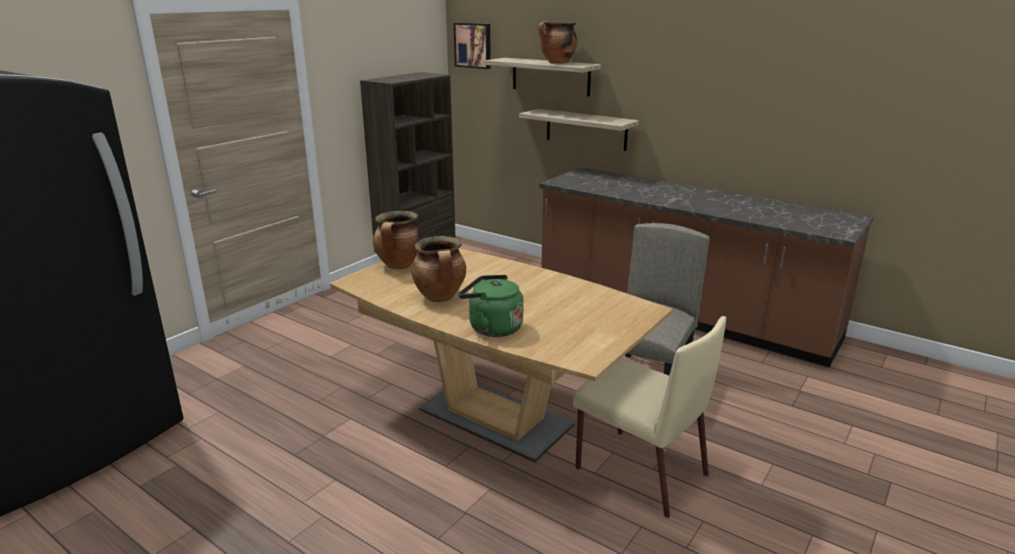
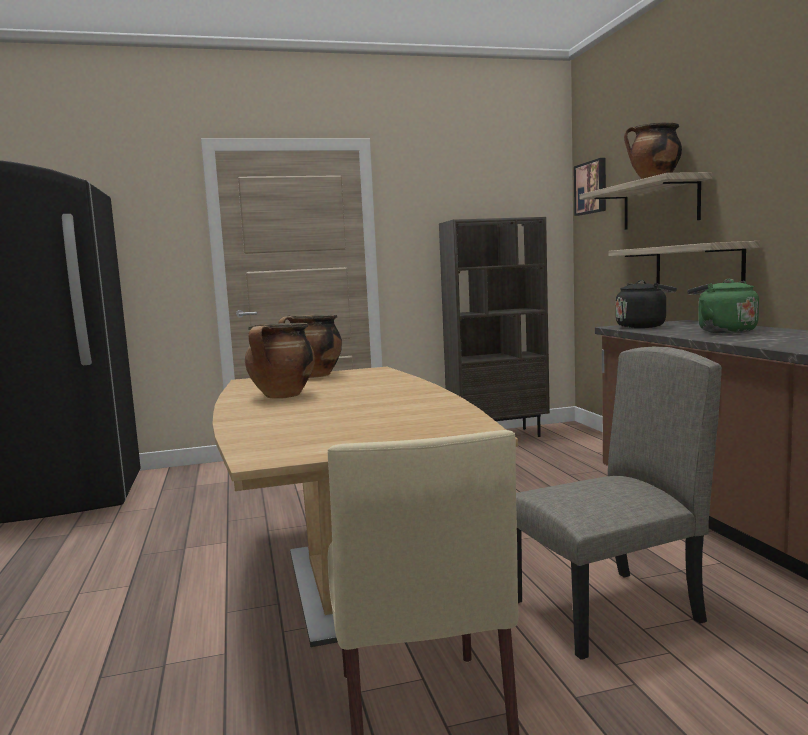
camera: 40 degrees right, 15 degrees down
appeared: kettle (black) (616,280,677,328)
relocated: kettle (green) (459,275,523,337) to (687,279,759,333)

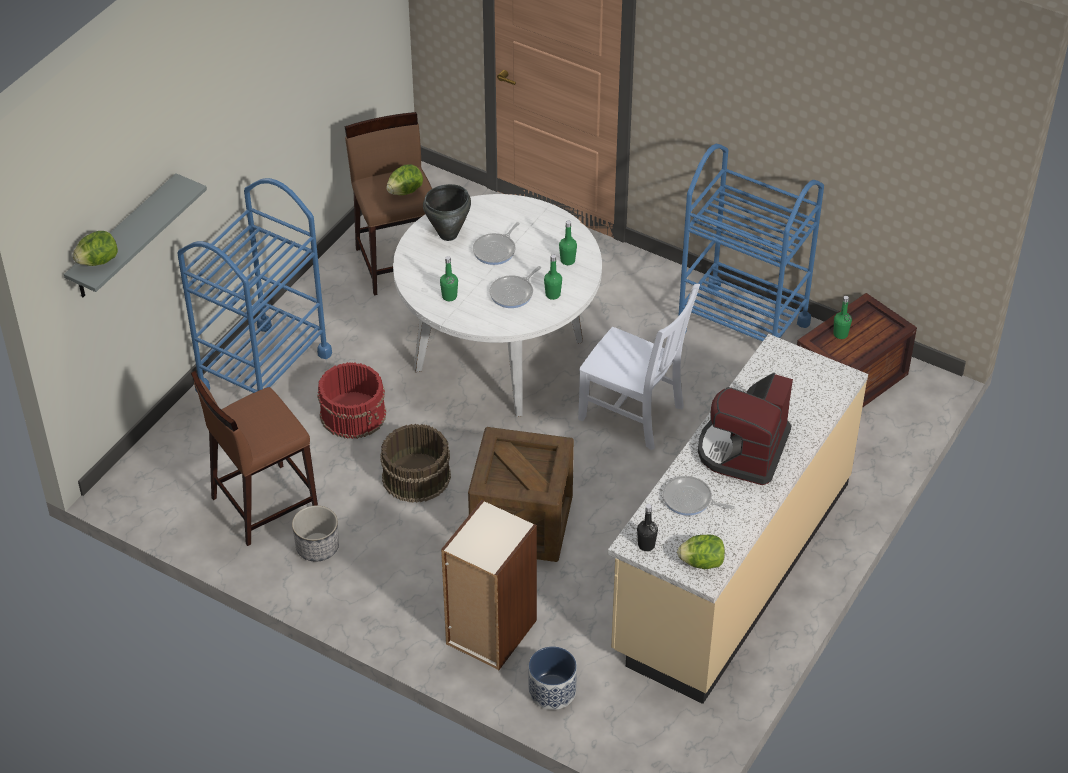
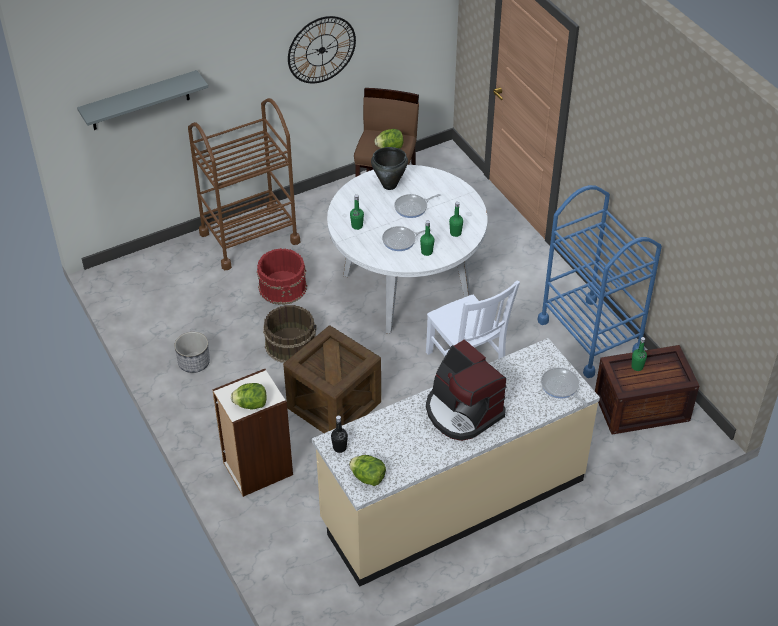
camera: 30 degrees right, 0 degrees up
missing: stool (brown) (191,370,318,546); planter (529,646,577,710)
appeared: wall clock (288,16,356,83)
relocated: lettuce (73,231,118,266) to (231,383,267,410); frying pan (663,476,735,516) to (541,368,588,405)
colour: cart (blue) (177,178,332,393) to cart (brown) (188,98,301,270)
spun: coffee machine (698,373,793,485) = (426,339,507,441) 90 degrees counterclockwise

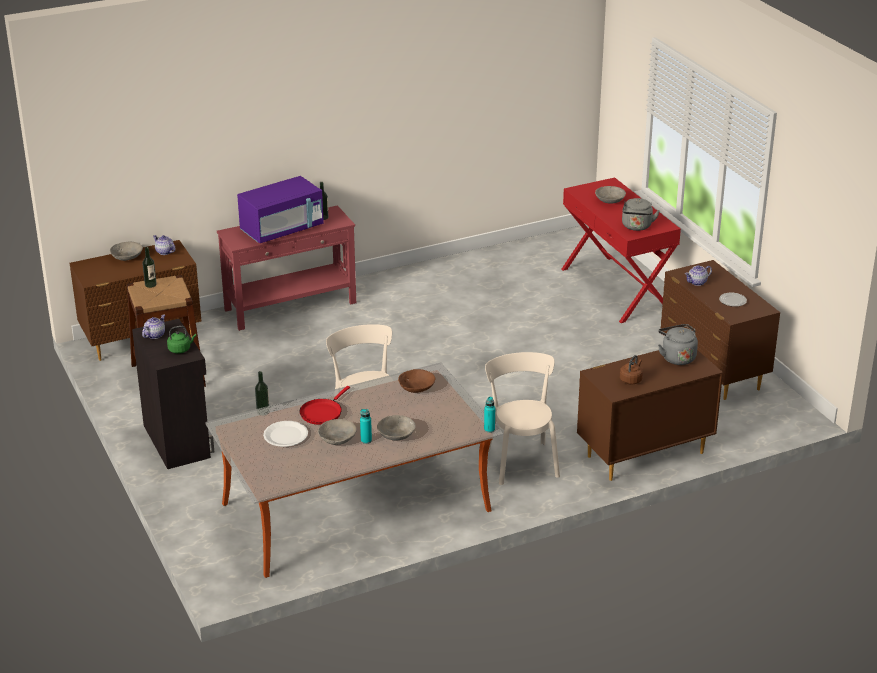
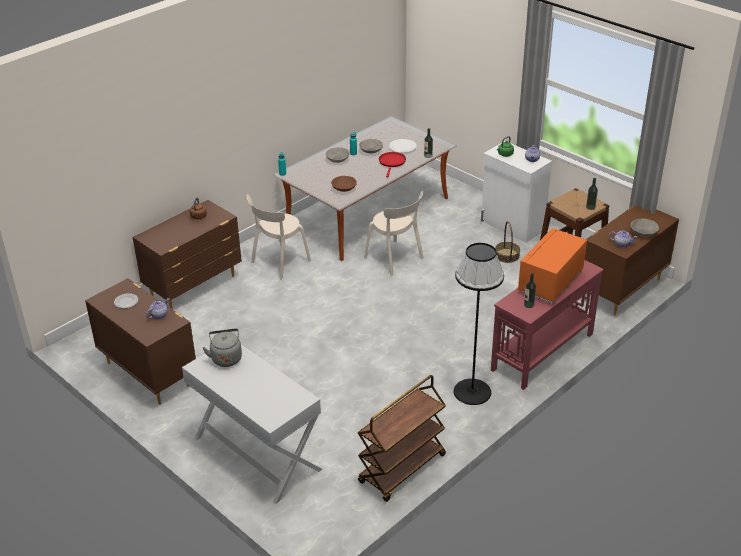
camera: 160 degrees right, 5 degrees up
missing: bowl (grey) (595,186,626,204); kettle (grey) (658,324,698,365)
appeared: cart (brown) (358,375,446,502); floor lamp (black) (453,243,504,405); basket (495,221,520,263)
colour: cabinet (black) (132,319,214,469) to cabinet (white) (481,141,552,243); microwave (purple) (237,176,324,243) to microwave (orange) (518,228,587,304); console table (red) (562,177,681,323) to console table (white) (182,345,323,504)
spun: chair (beige) (485,352,560,485) = (247,194,311,279) 75 degrees clockwise

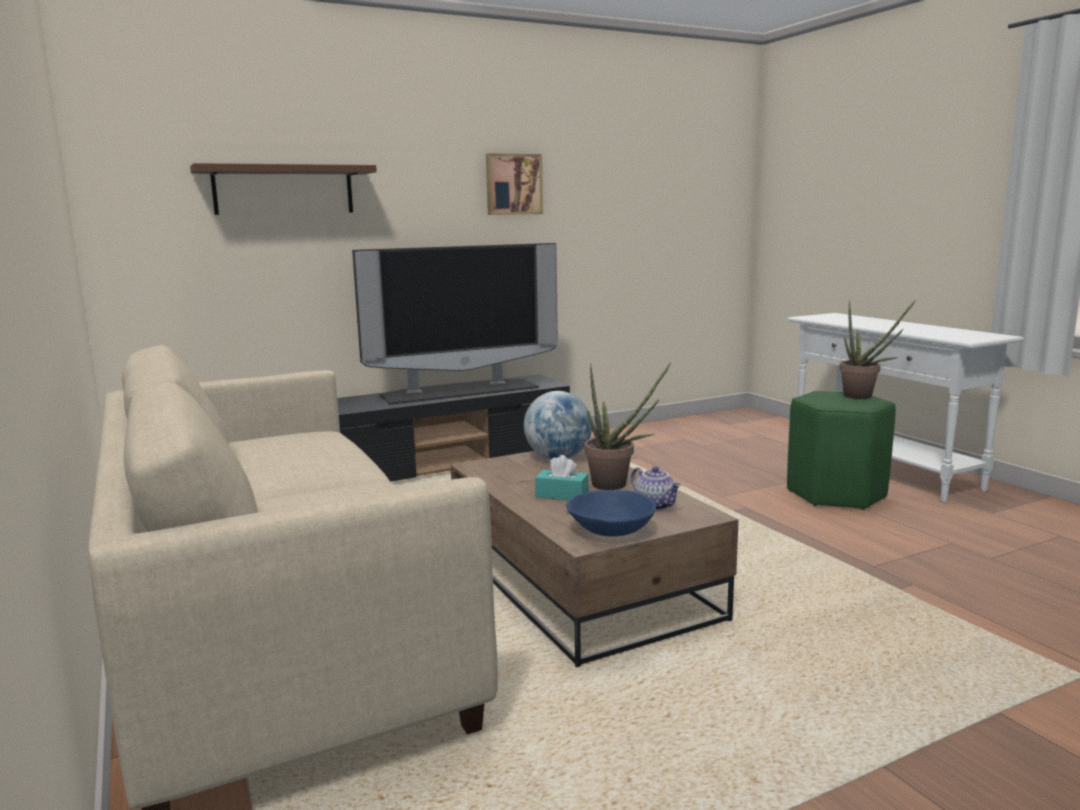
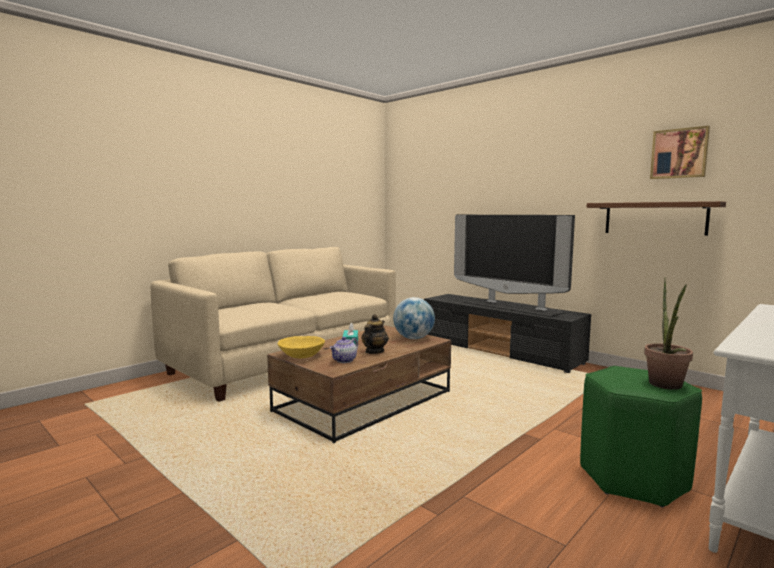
camera: 70 degrees right, 5 degrees down
relocated: shelf (brown) (190,163,377,215) to (586,201,726,236); picture (486,153,543,215) to (650,126,710,179)
exchanged: potted plant (584,362,671,490) to teapot (361,314,389,354)
colour: bowl (blue) (566,490,656,537) to bowl (yellow) (278,336,325,358)

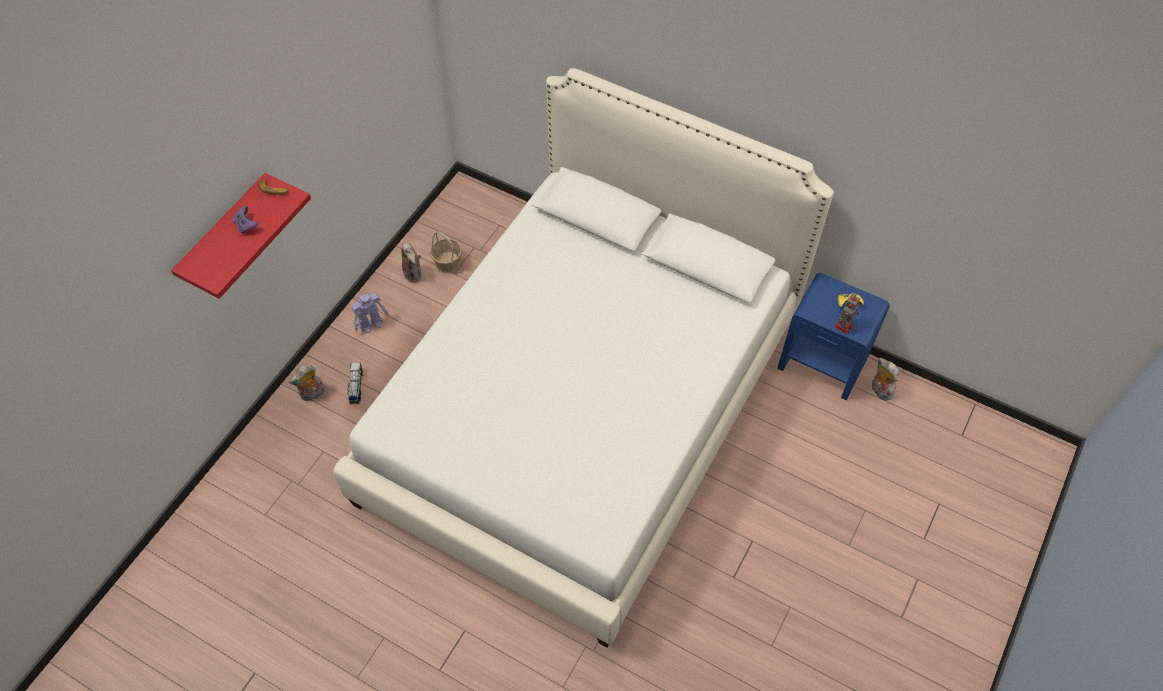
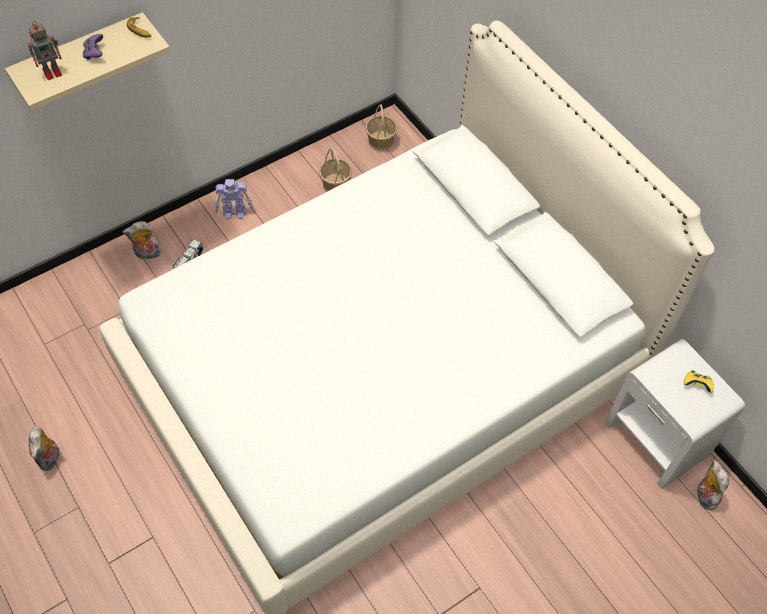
camera: 25 degrees right, 0 degrees up
appeared: basket (365,104,397,151)
relocated: plush toy (401,242,421,283) to (29,426,59,471); toy robot (835,294,860,334) to (27,21,62,80)
colour: shelf (red) (171,173,311,299) to shelf (beige) (5,12,171,111); nightstand (blue) (777,273,890,401) to nightstand (white) (605,339,745,489)

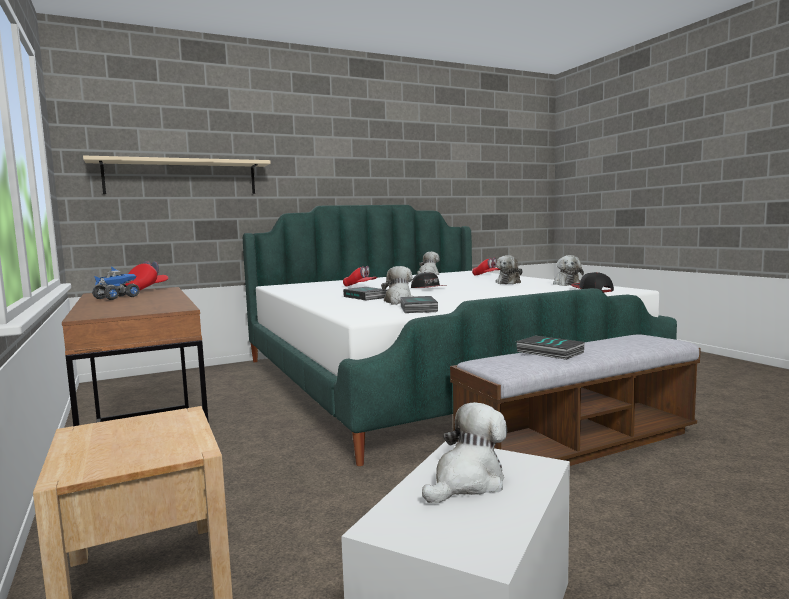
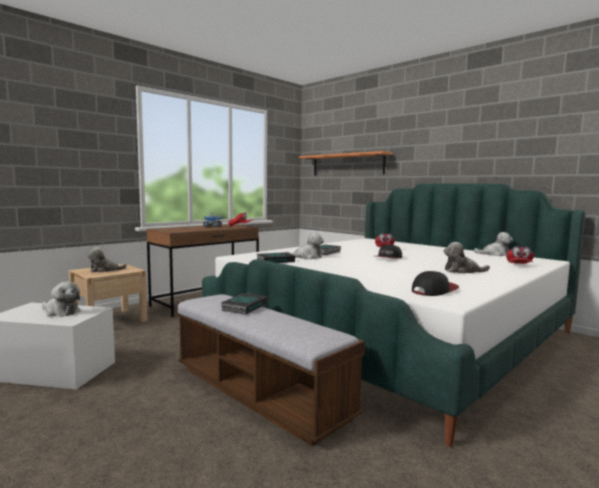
camera: 70 degrees right, 0 degrees up
relocated: plush toy (553,255,584,286) to (87,247,127,272)
colour: shelf (beige) (83,155,271,194) to shelf (orange) (299,151,393,175)

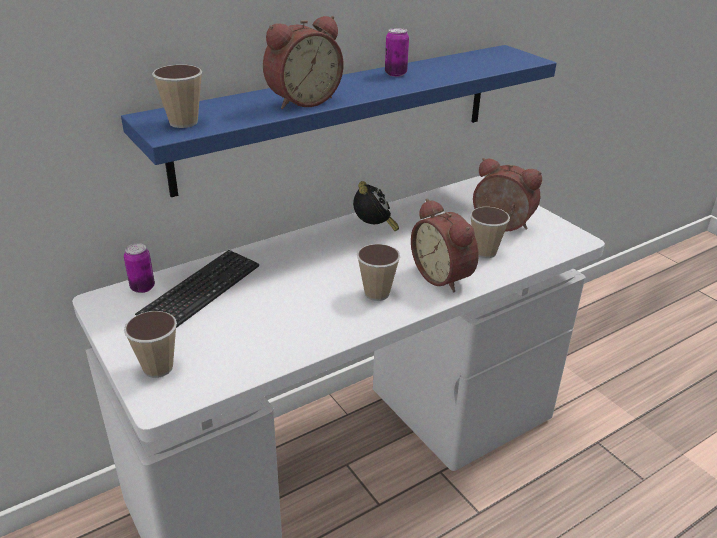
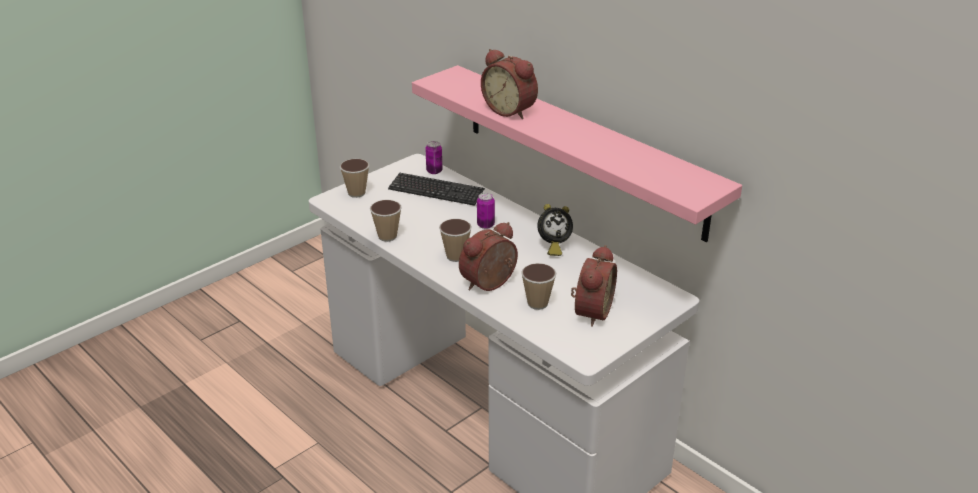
camera: 80 degrees right, 0 degrees up
relocated: cup (152,65,202,128) to (370,200,402,242); can (385,28,409,77) to (477,193,495,229)
colour: shelf (blue) (121,45,557,197) to shelf (pink) (412,65,742,242)

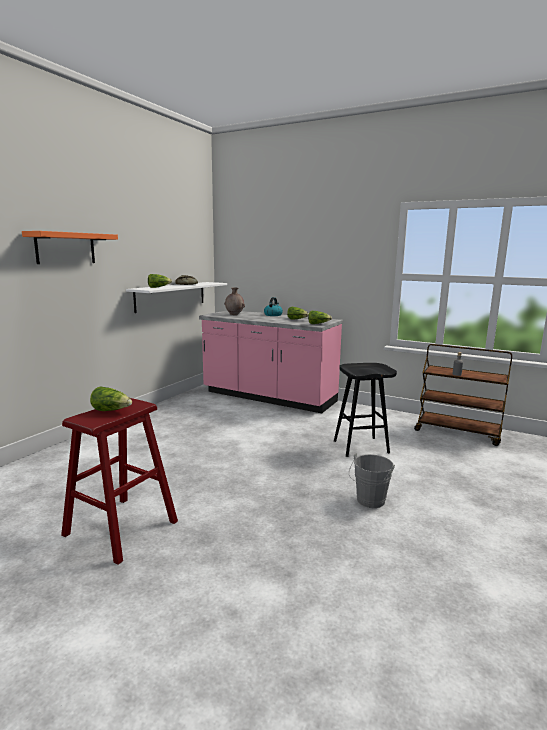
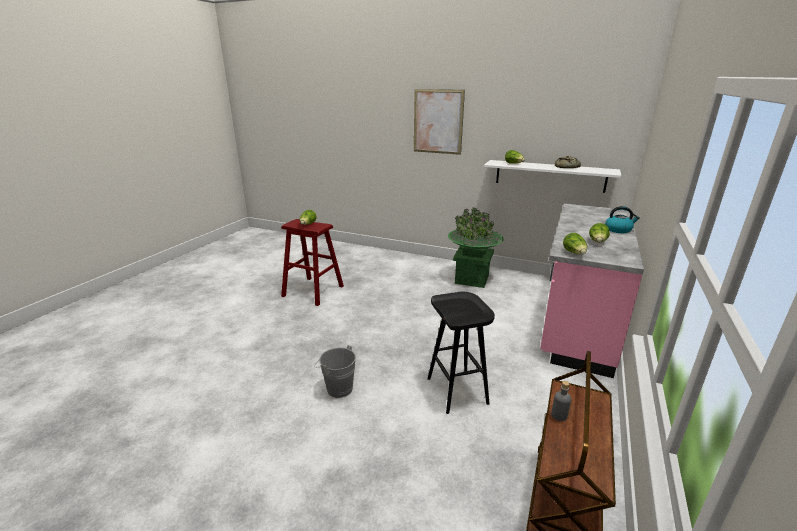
camera: 85 degrees right, 10 degrees up
missing: vase (brown) (224,288,245,315)
appeared: planter (green) (448,207,504,288)
exchanged: shelf (orange) (22,231,118,264) to picture (414,89,465,155)

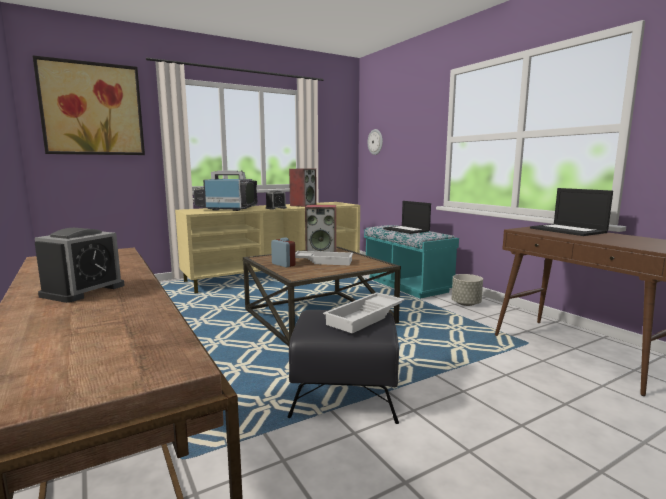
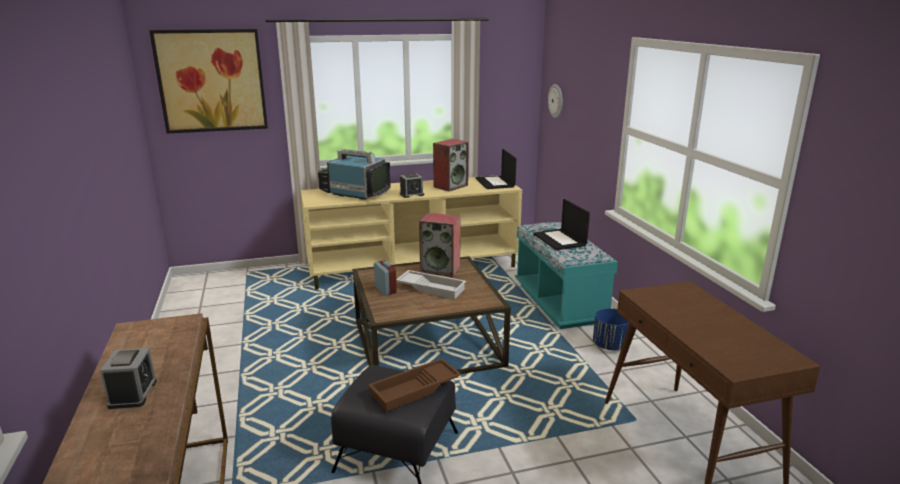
camera: 15 degrees right, 10 degrees up
relocated: laptop (530,188,613,236) to (475,149,517,189)
colour: tray (white) (323,292,405,333) to tray (brown) (368,358,461,412); planter (grey) (452,274,483,306) to planter (blue) (593,308,629,350)
spun: alarm clock (35,228,125,303) = (100,348,157,409) 45 degrees counterclockwise

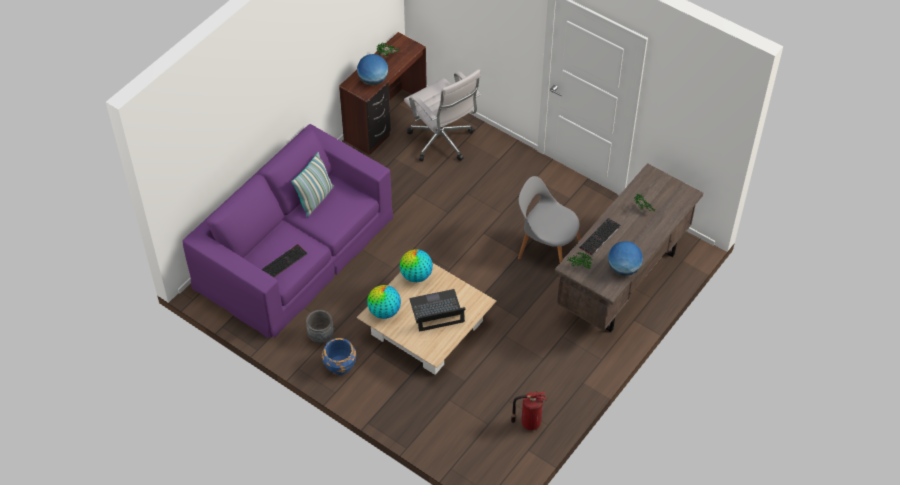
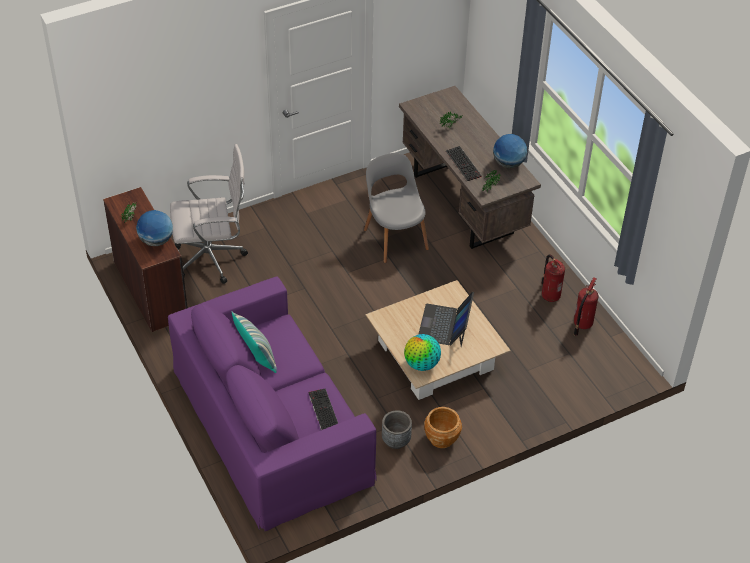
camera: 65 degrees left, 5 degrees down
missing: globe (399,249,433,282)
appeared: fire extinguisher (541,255,565,302)
colour: planter (blue) (322,338,357,375) to planter (brown) (424,407,462,448)
spun: chair (grey) (518,176,581,262) = (364,153,429,263) 105 degrees clockwise

